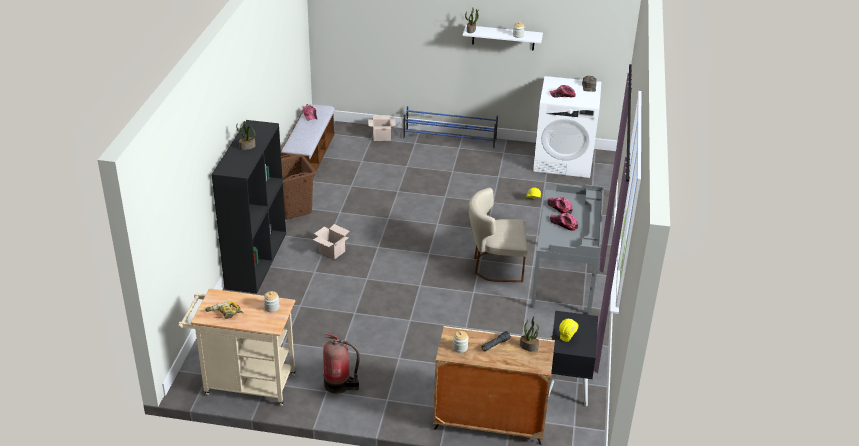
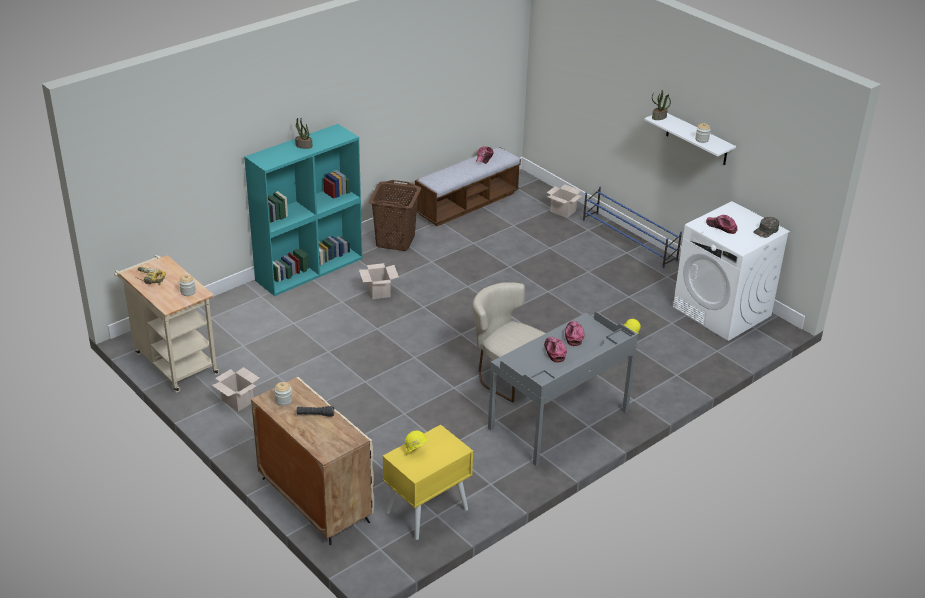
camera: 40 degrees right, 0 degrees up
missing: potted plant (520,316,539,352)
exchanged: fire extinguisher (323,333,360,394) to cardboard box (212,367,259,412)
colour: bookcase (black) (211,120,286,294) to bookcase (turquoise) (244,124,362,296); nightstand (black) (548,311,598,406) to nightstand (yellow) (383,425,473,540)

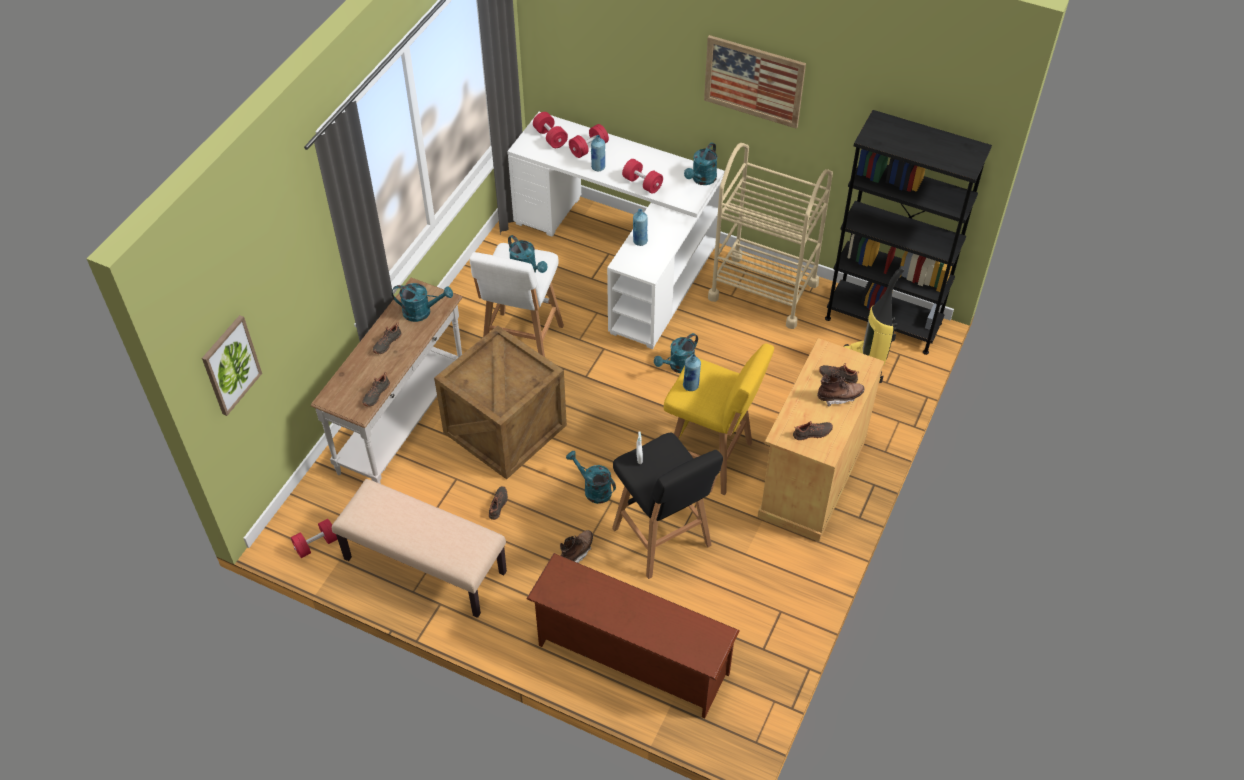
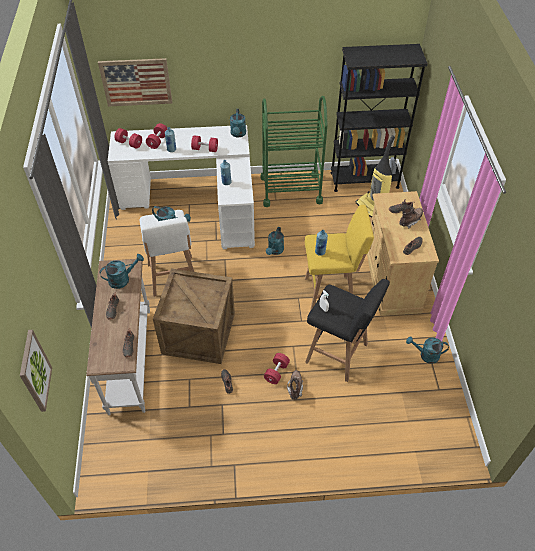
camera: 30 degrees left, 0 degrees up
missing: bench (beige) (332,479,507,618); shoe rack (brown) (527,553,740,718)
relocated: dumbbell (red) (291,519,338,558) to (264,353,290,384); watering can (turquoise) (566,451,616,504) to (406,336,449,364); picture (704,35,806,129) to (98,58,172,107)
colour: cart (beige) (708,143,833,329) to cart (green) (260,96,328,207)

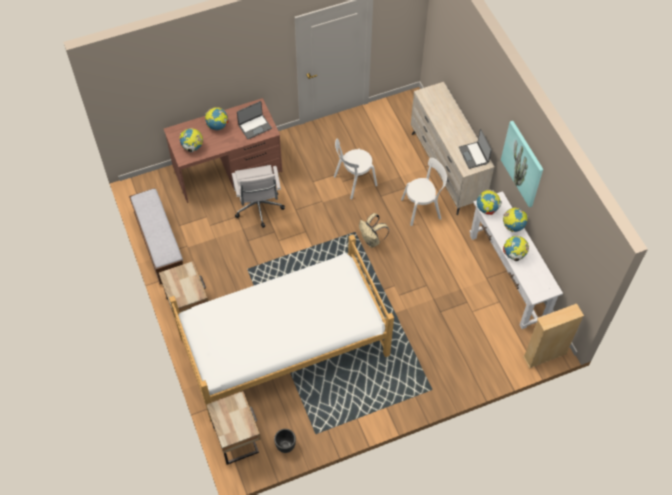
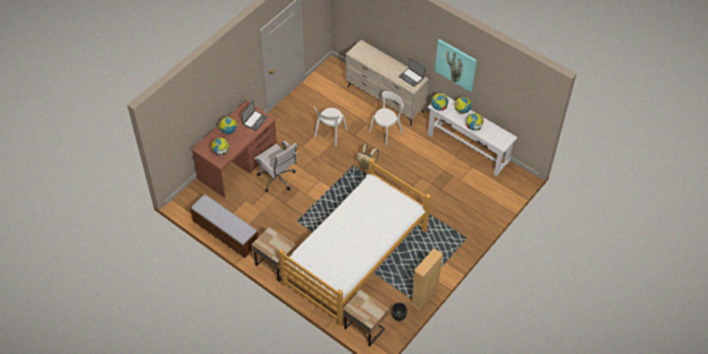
camera: 30 degrees left, 5 degrees down
relocated: bookcase (beige) (523,304,584,368) to (411,248,443,310)

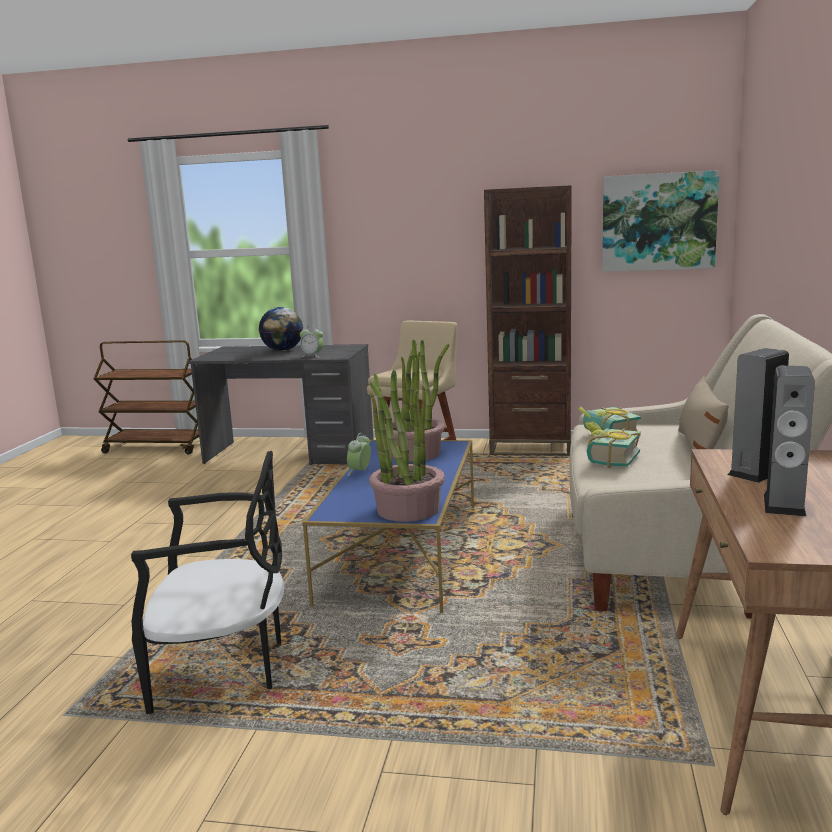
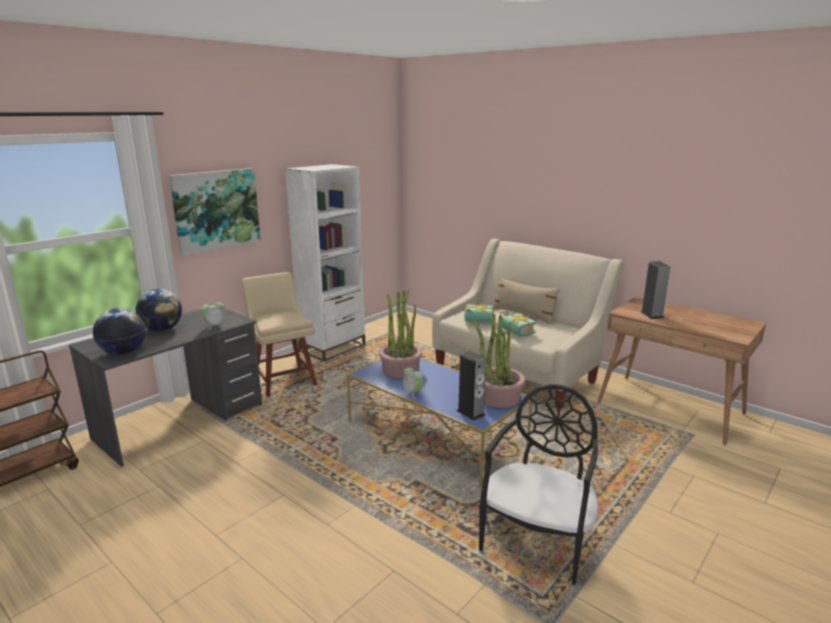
camera: 60 degrees left, 5 degrees up
appeared: globe (93,308,146,355)
relocated: picture (602,170,720,272) to (169,168,261,256); speaker (764,366,815,517) to (457,351,486,421)
colour: bookcase (brown) (484,185,572,456) to bookcase (white) (285,164,365,361)

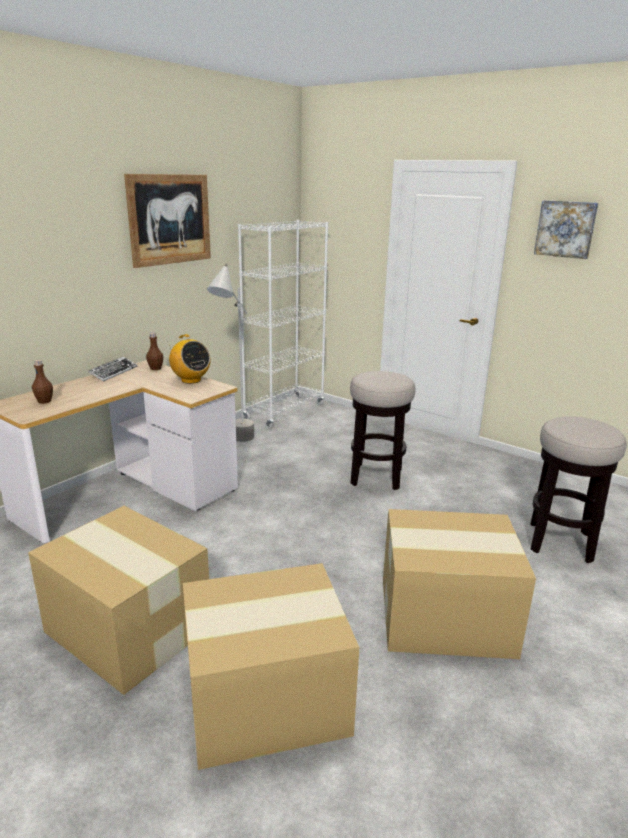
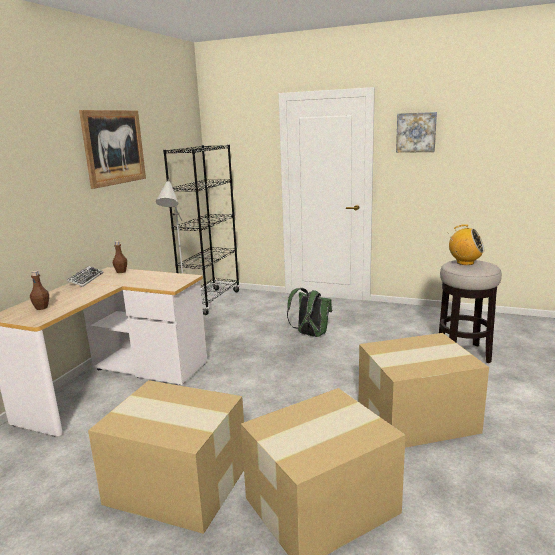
camera: 15 degrees left, 5 degrees down
relocated: radio (167,334,210,384) to (447,224,484,265)
exchanged: stool (350,371,415,490) to backpack (green) (287,288,332,337)
colour: bookcase (white) (238,220,328,429) to bookcase (black) (163,145,240,315)

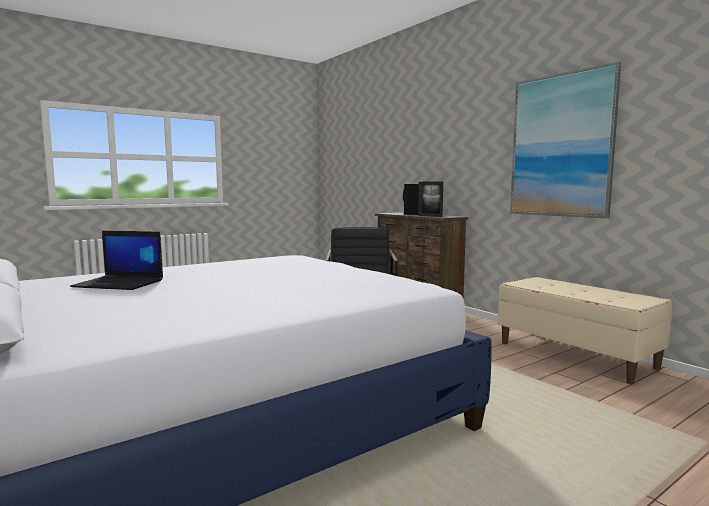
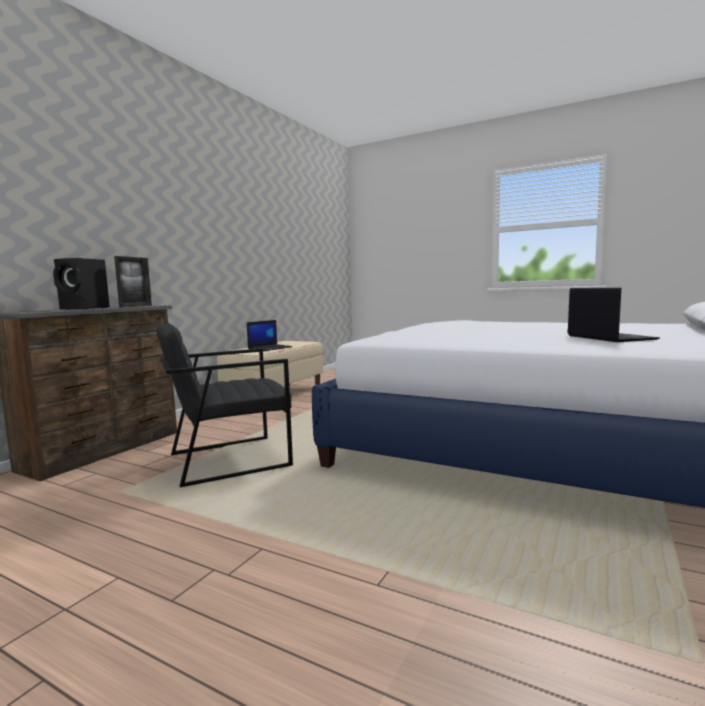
camera: 115 degrees left, 0 degrees up
missing: picture (510,61,621,219)
appeared: laptop (247,320,293,351)

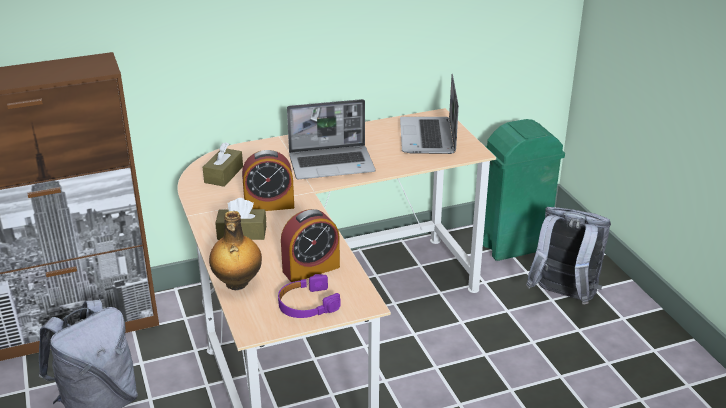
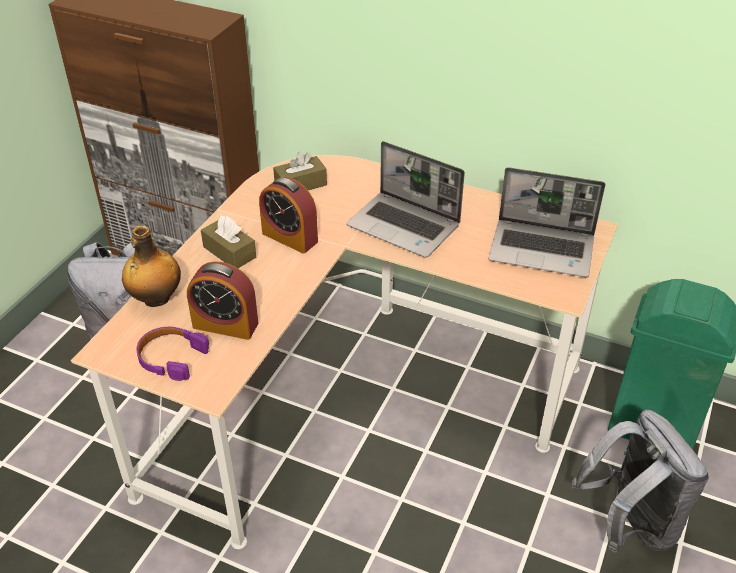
camera: 45 degrees right, 10 degrees up
spun: laptop (400,74,459,154) = (488,167,605,277) 120 degrees counterclockwise

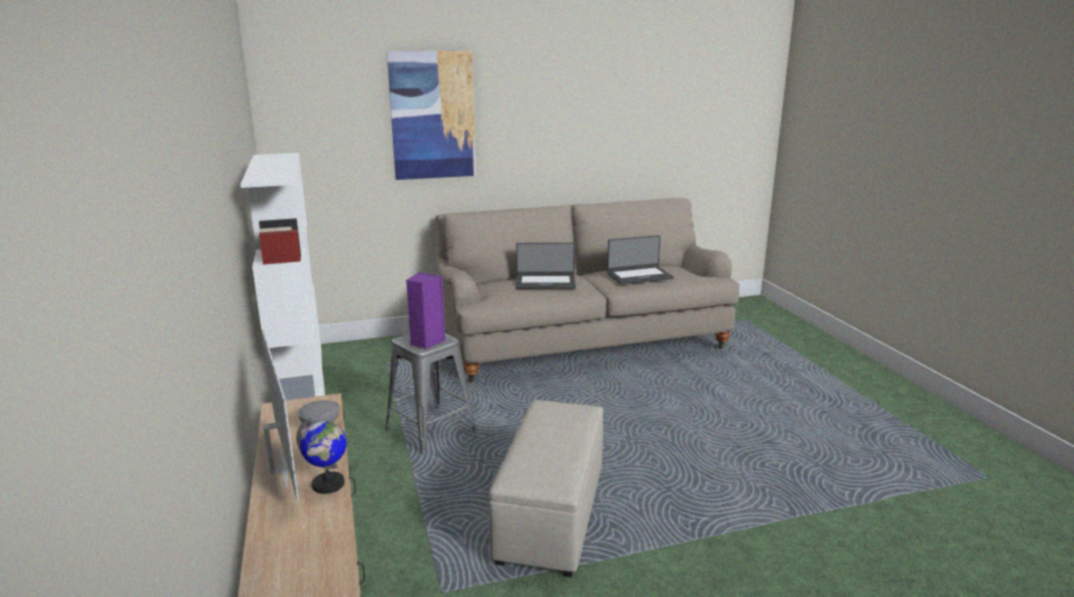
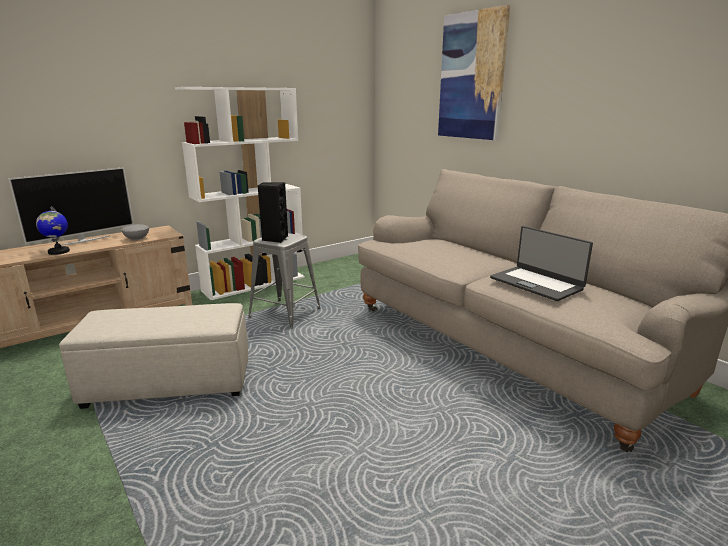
camera: 70 degrees right, 0 degrees up
missing: laptop (516,243,576,289)
colour: speaker (purple) (406,272,445,349) to speaker (black) (257,182,288,243)

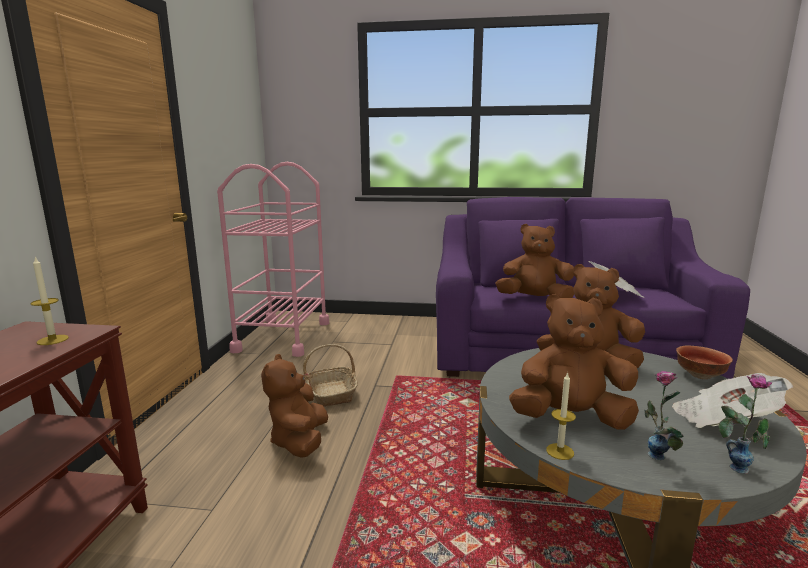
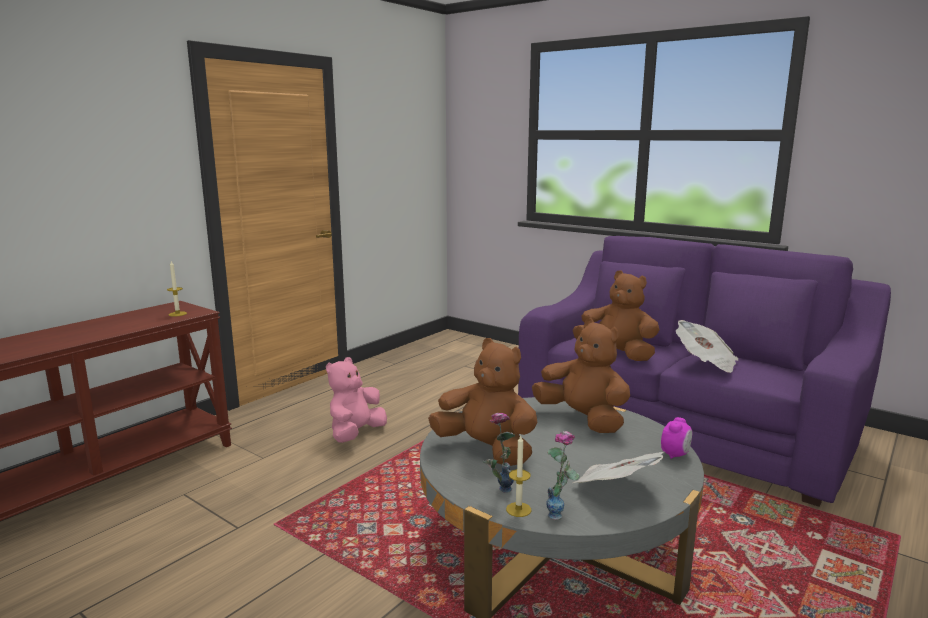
camera: 30 degrees right, 0 degrees up
missing: cart (pink) (217,162,329,357); basket (303,344,358,407)
relocated: candle (546,372,576,460) to (506,436,531,517)
exchanged: bowl (676,346,733,379) to alarm clock (661,417,692,459)
colour: plush toy (brown) (261,354,328,458) to plush toy (pink) (326,357,387,443)

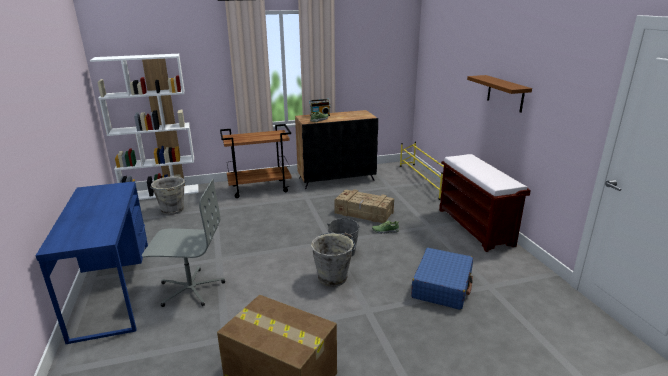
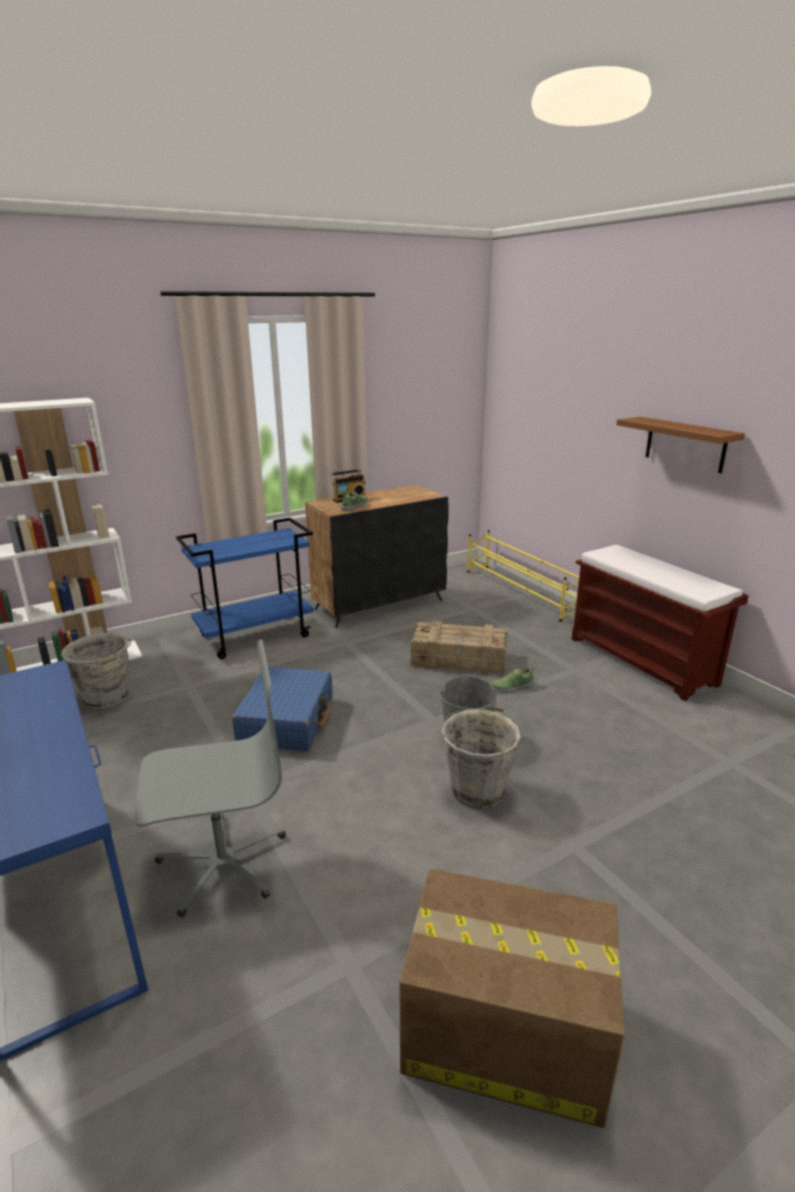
camera: 15 degrees left, 0 degrees up
relocated: suitcase (blue) (411,248,473,310) to (232,667,332,751)
colour: cart (brown) (220,124,292,198) to cart (blue) (176,518,314,659)

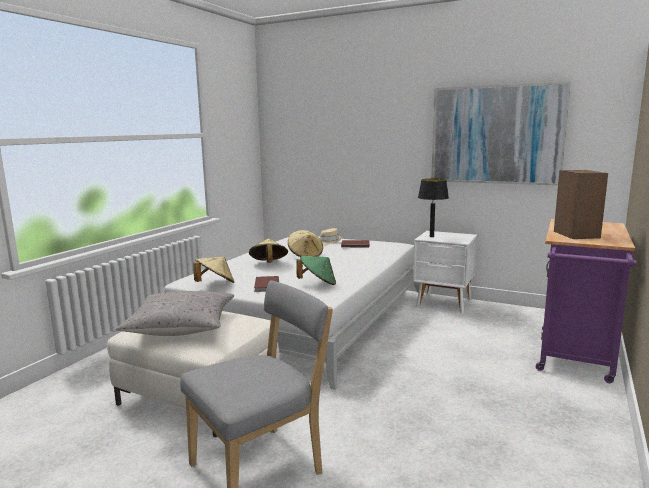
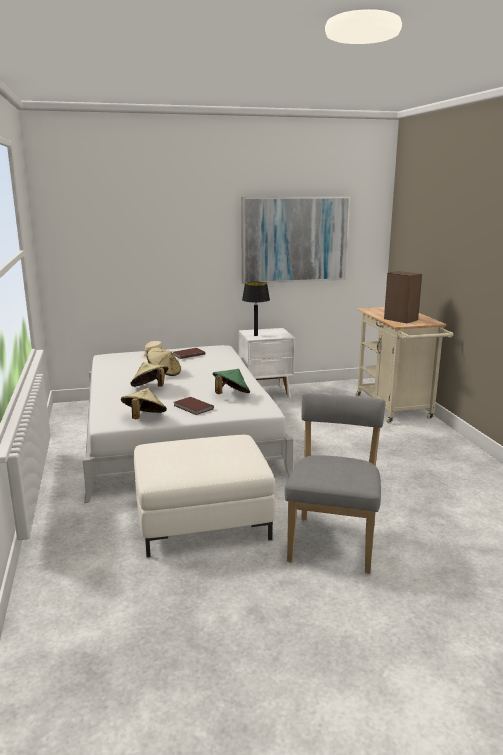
camera: 40 degrees left, 5 degrees up
missing: pillow (grey) (116,291,234,336)
colour: cart (purple) (536,219,637,383) to cart (beige) (355,307,453,424)

